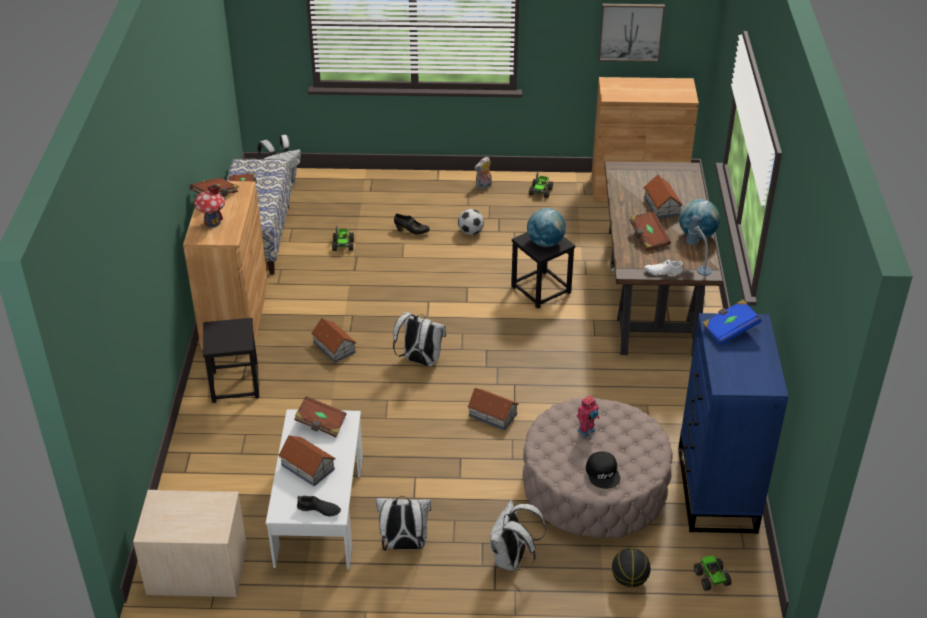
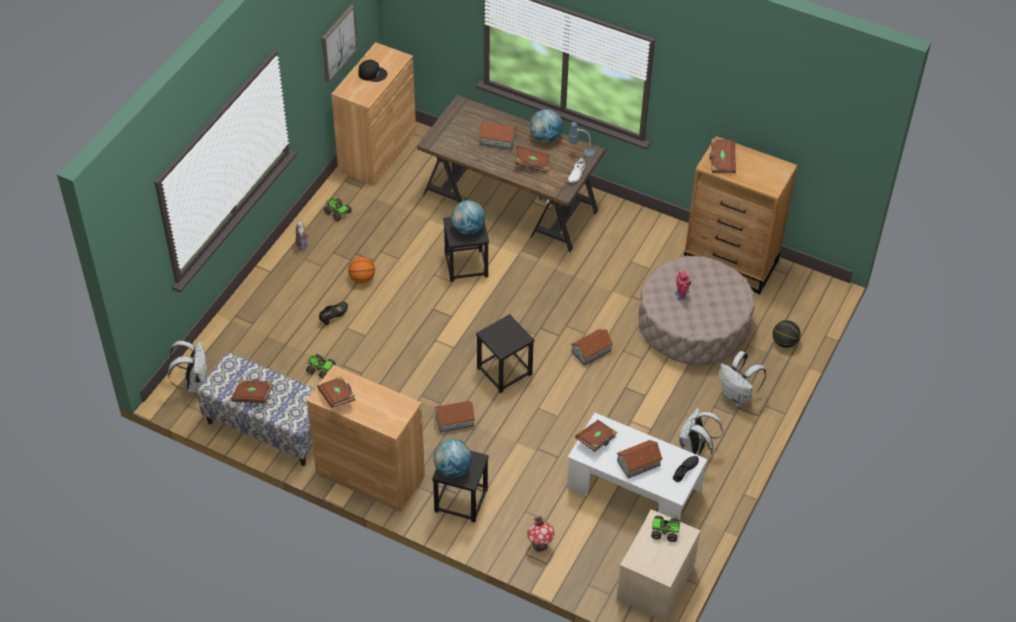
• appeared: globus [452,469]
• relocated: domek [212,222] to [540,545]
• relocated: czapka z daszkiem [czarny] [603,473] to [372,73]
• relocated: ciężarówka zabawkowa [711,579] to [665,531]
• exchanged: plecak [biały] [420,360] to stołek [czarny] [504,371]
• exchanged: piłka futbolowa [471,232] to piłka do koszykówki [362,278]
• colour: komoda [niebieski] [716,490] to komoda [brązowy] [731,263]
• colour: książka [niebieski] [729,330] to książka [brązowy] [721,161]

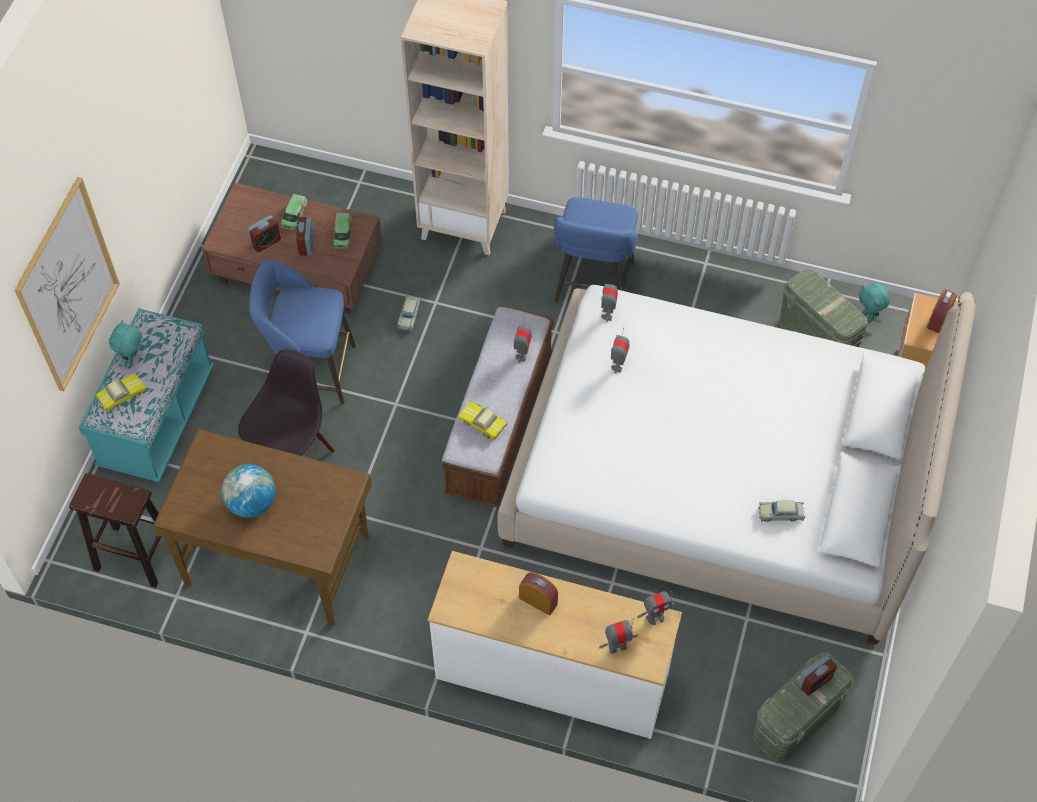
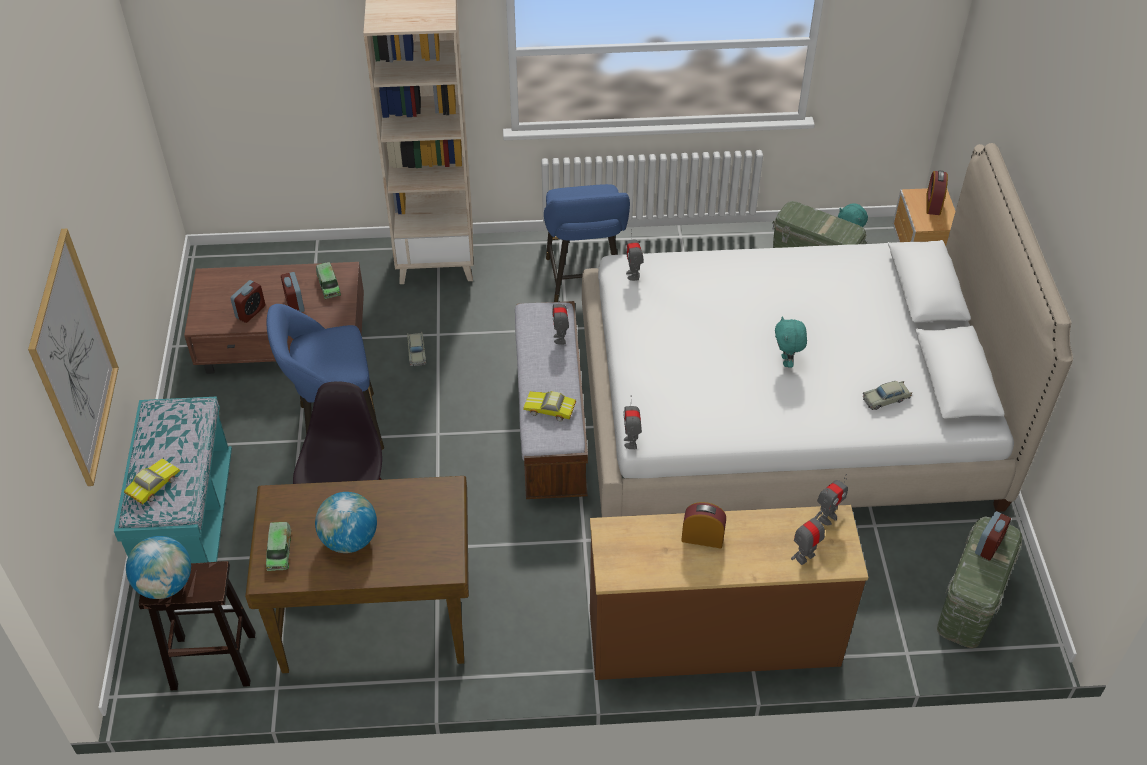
• appeared: globus [165,584]
• relocated: pluszak [turkusowy] [132,359] to [786,361]
• relocated: ciężarówka zabawkowa [294,216] to [279,551]
• relocated: robot zabawkowy [618,365] to [631,442]
• colour: komoda [biały] [552,677] to komoda [brązowy] [713,639]

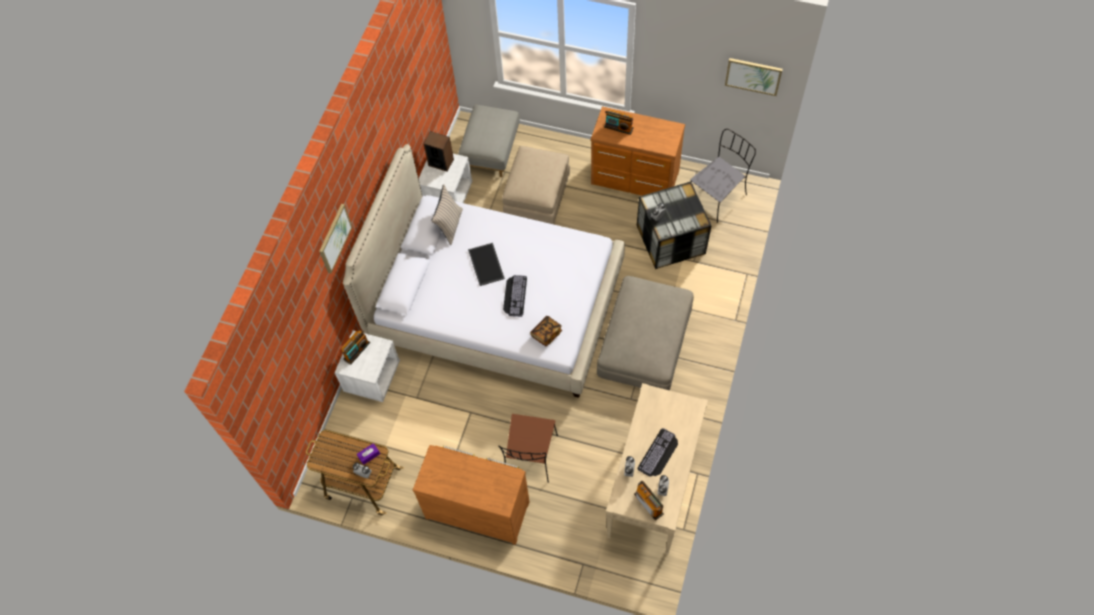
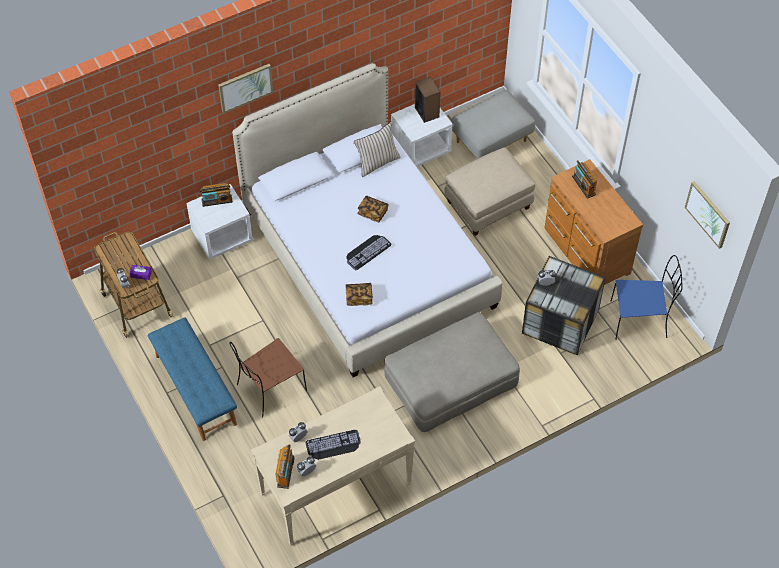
• exchanged: komoda [brązowy] [477,507] to ławka [niebieski] [195,390]
• exchanged: taca [487,264] to książka [372,212]
• colour: krzesło [szary] [717,196] to krzesło [niebieski] [640,319]

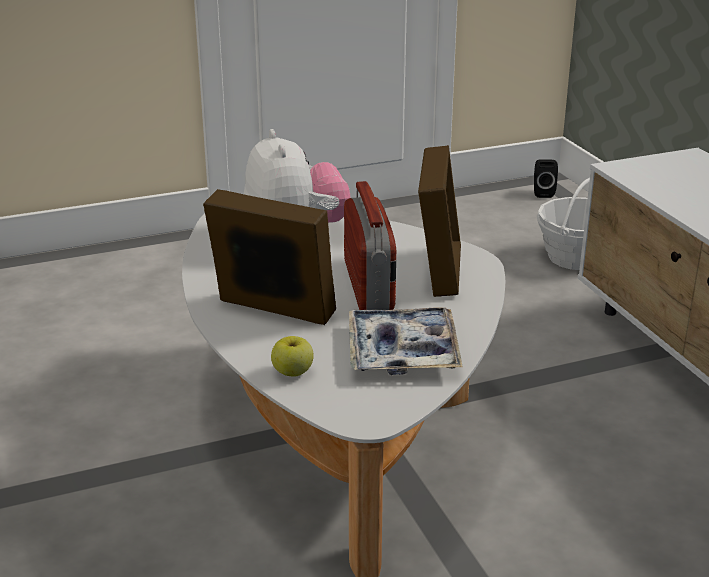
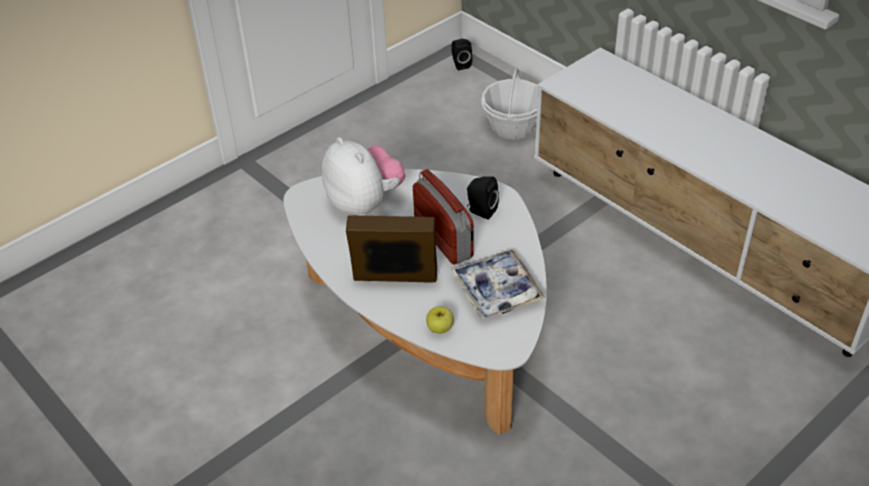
• exchanged: ramka na zdjęcie [439,271] to głośnik [czarny] [480,211]

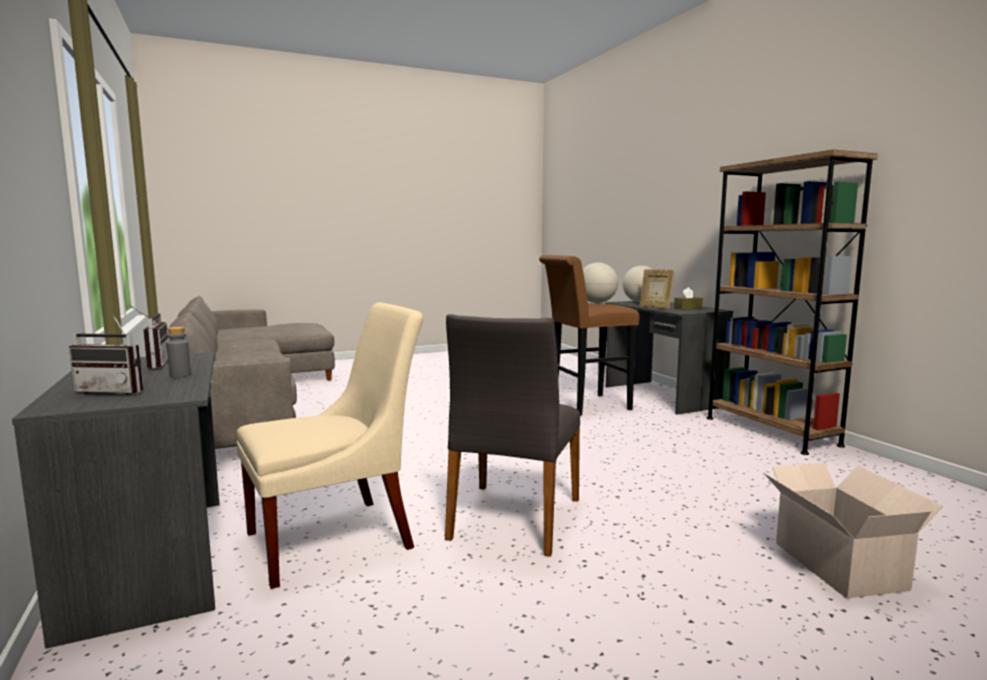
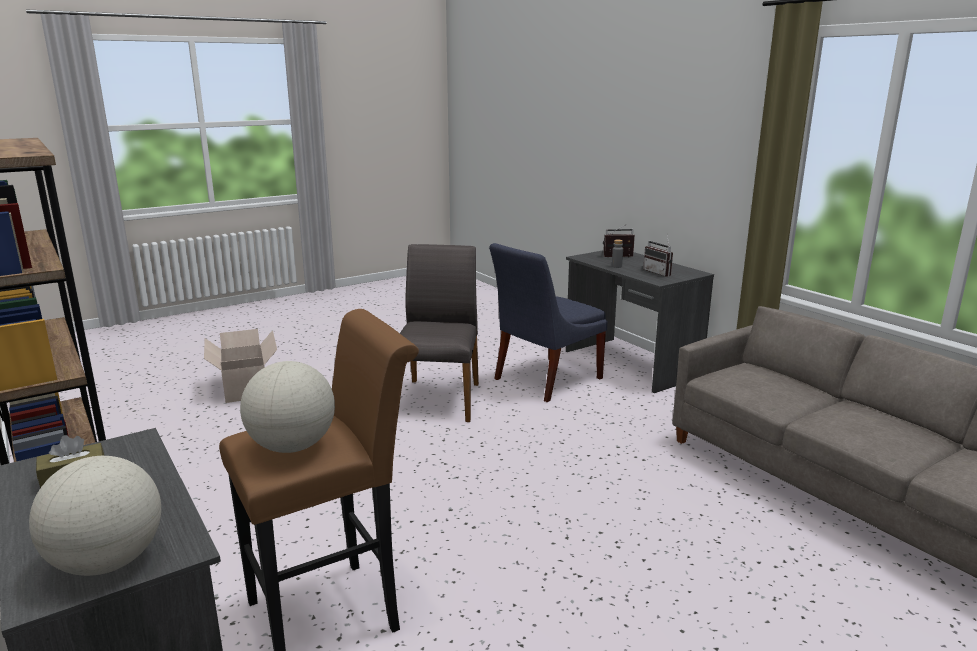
• missing: ramka na zdjęcie [655,308]
• colour: krzesło [beżowy] [337,538] to krzesło [niebieski] [544,380]

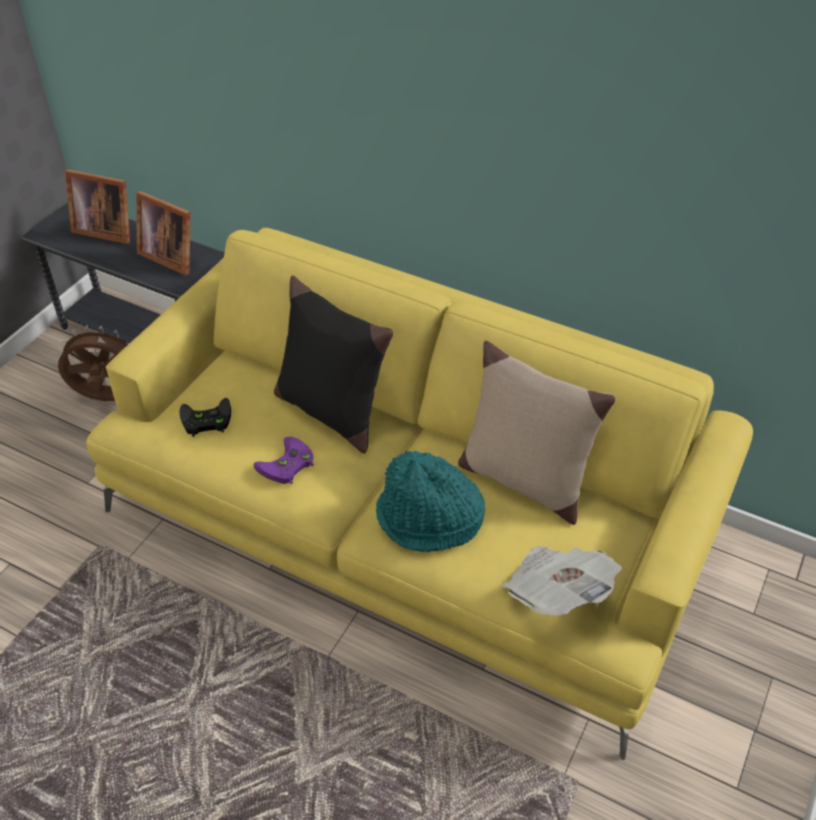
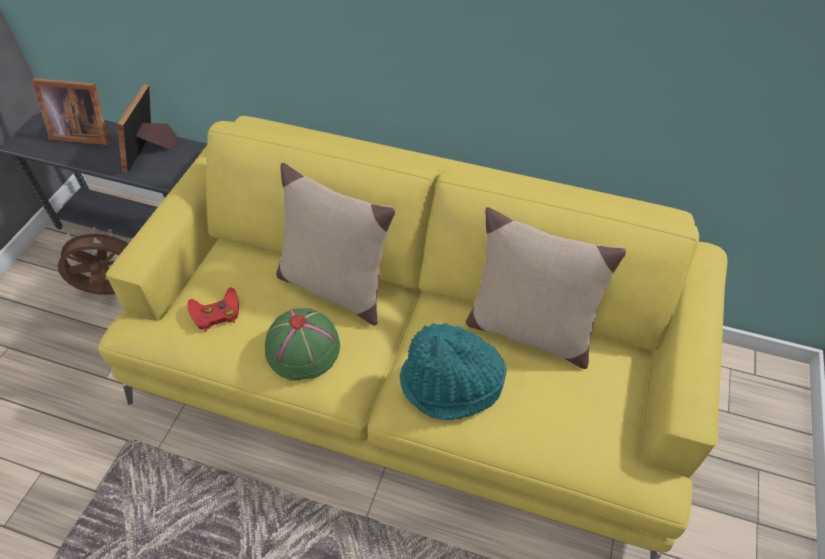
• missing: gazeta [556,593]
• exchanged: pad do gier [fioletowy] [286,466] to kapelusz [zielony] [303,349]
• colour: pad do gier [czarny] [205,421] to pad do gier [czerwony] [214,313]
• colour: poduszka [czarny] [330,411] to poduszka [beżowy] [334,286]
• spun: ramka na zdjęcie [170,256] = [151,152] 75 degrees clockwise

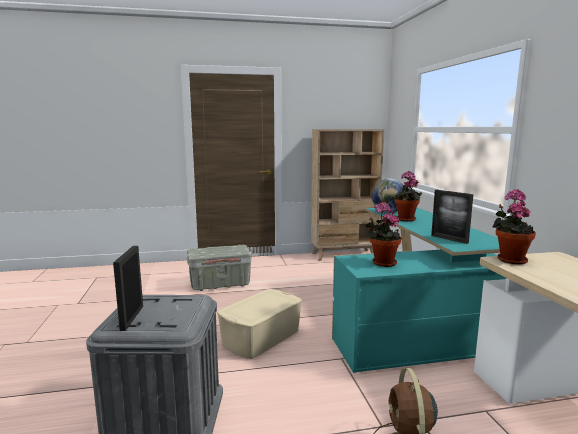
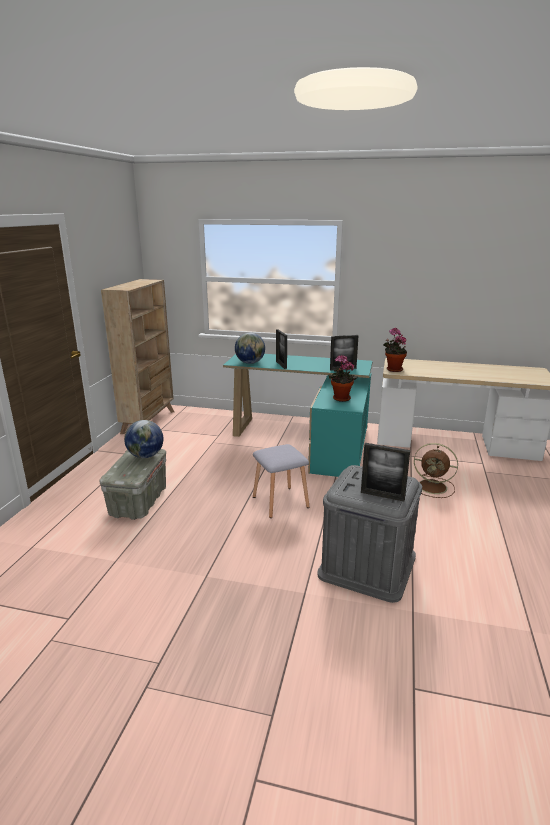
• appeared: globus [145,456]
• exchanged: pojemnik do przechowywania [beżowy] [260,337] to stołek [szary] [279,502]
• exchanged: roślina doniczkowa [406,220] to ramka na zdjęcie [281,365]

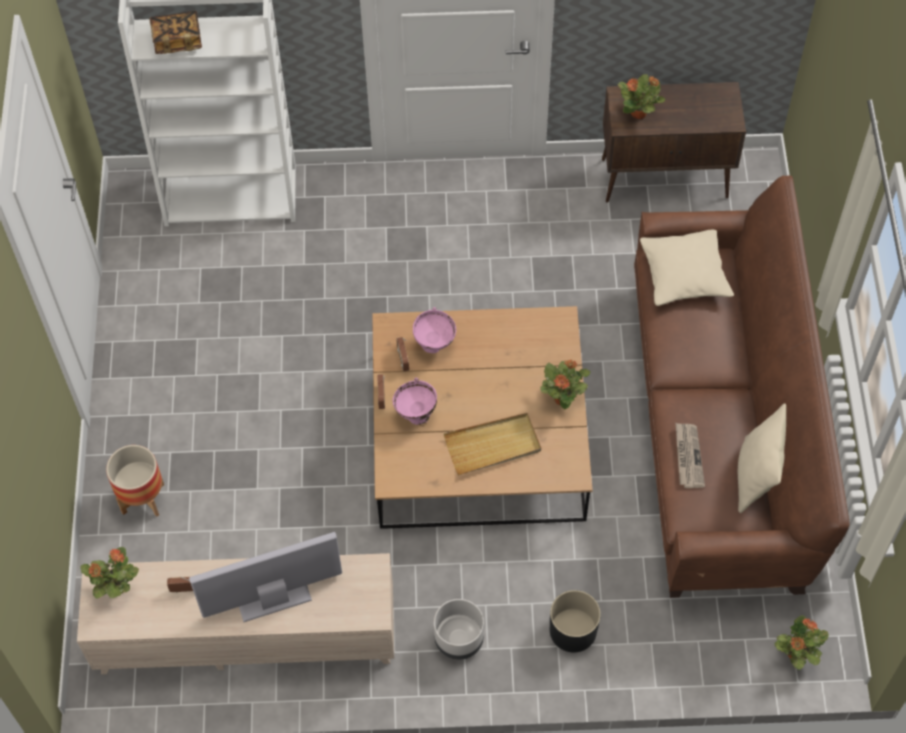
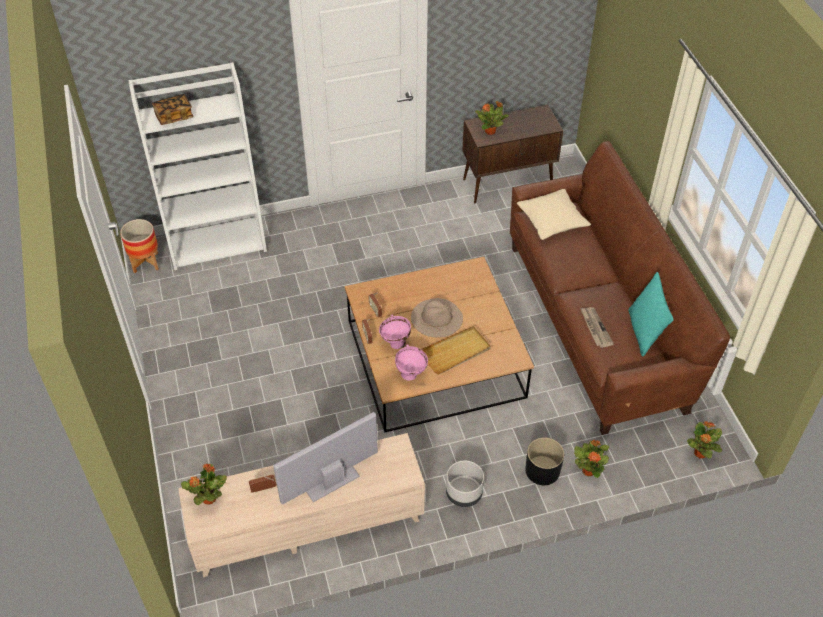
• appeared: kapelusz [beżowy] [436,317]
• relocated: donica [143,499] to [146,263]
• relocated: miska [różowy] [434,345] to [411,374]
• relocated: roślina doniczkowa [562,398] to [588,470]
• colour: poduszka [beżowy] [755,477] to poduszka [turkusowy] [644,332]

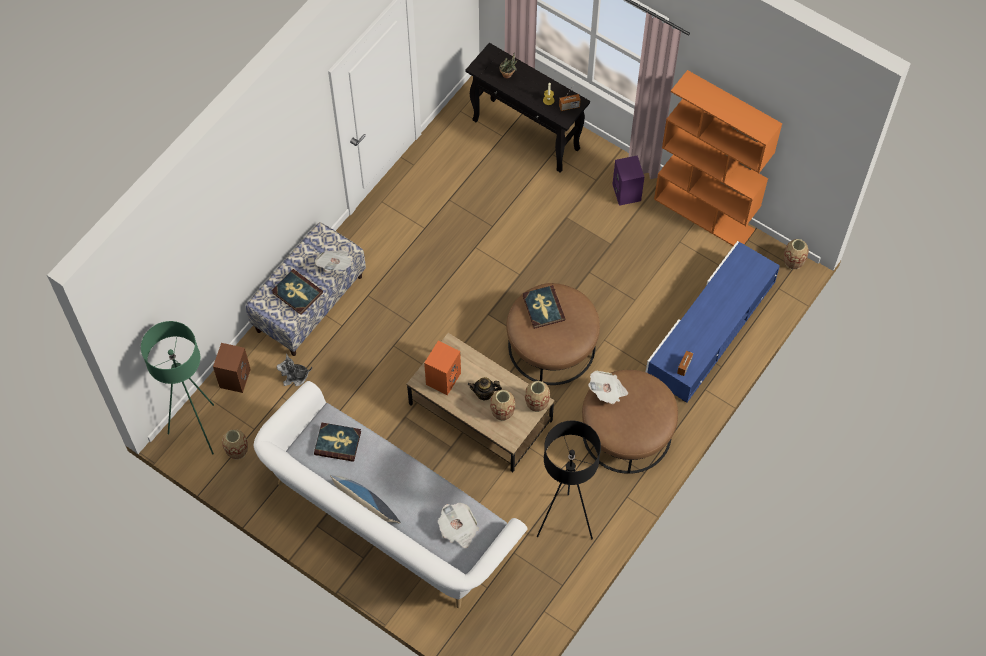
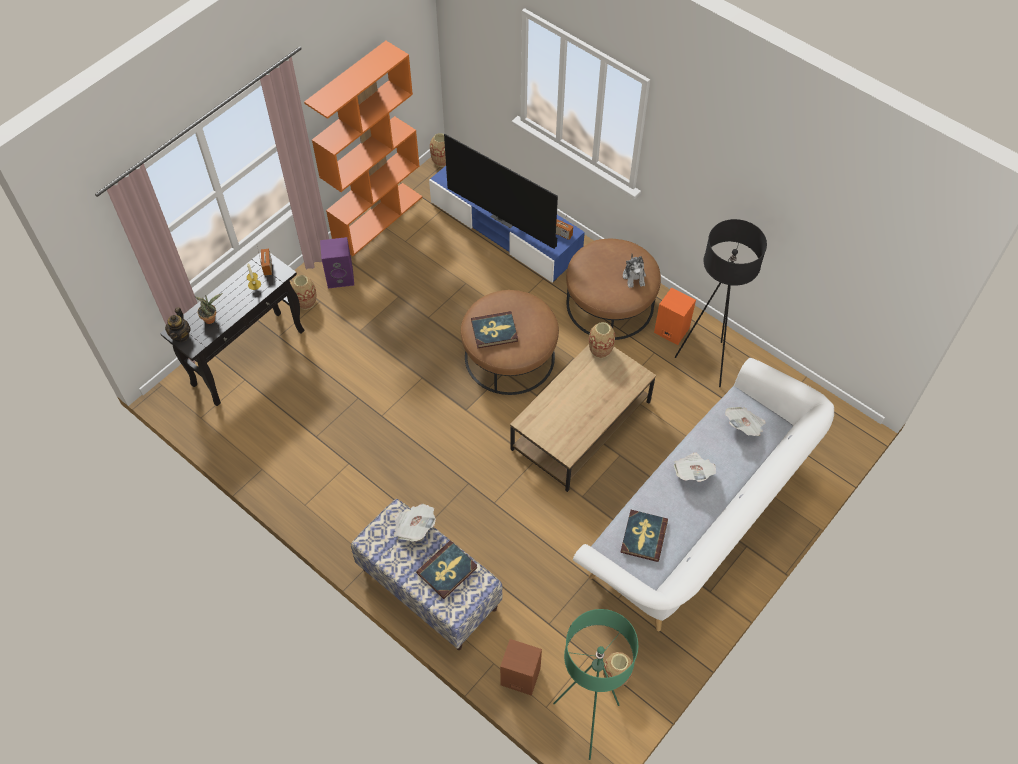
• missing: poduszka [366,506]
• appeared: telewizor [505,217]
• relocated: pluszak [295,376] to [634,277]
• relocated: głośnik [pomarańczowy] [443,378] to [670,330]
• relocated: imbryk [484,393] to [181,335]
• relocated: wazon [502,412] to [306,302]
• relocated: gazeta [607,392] to [693,472]

